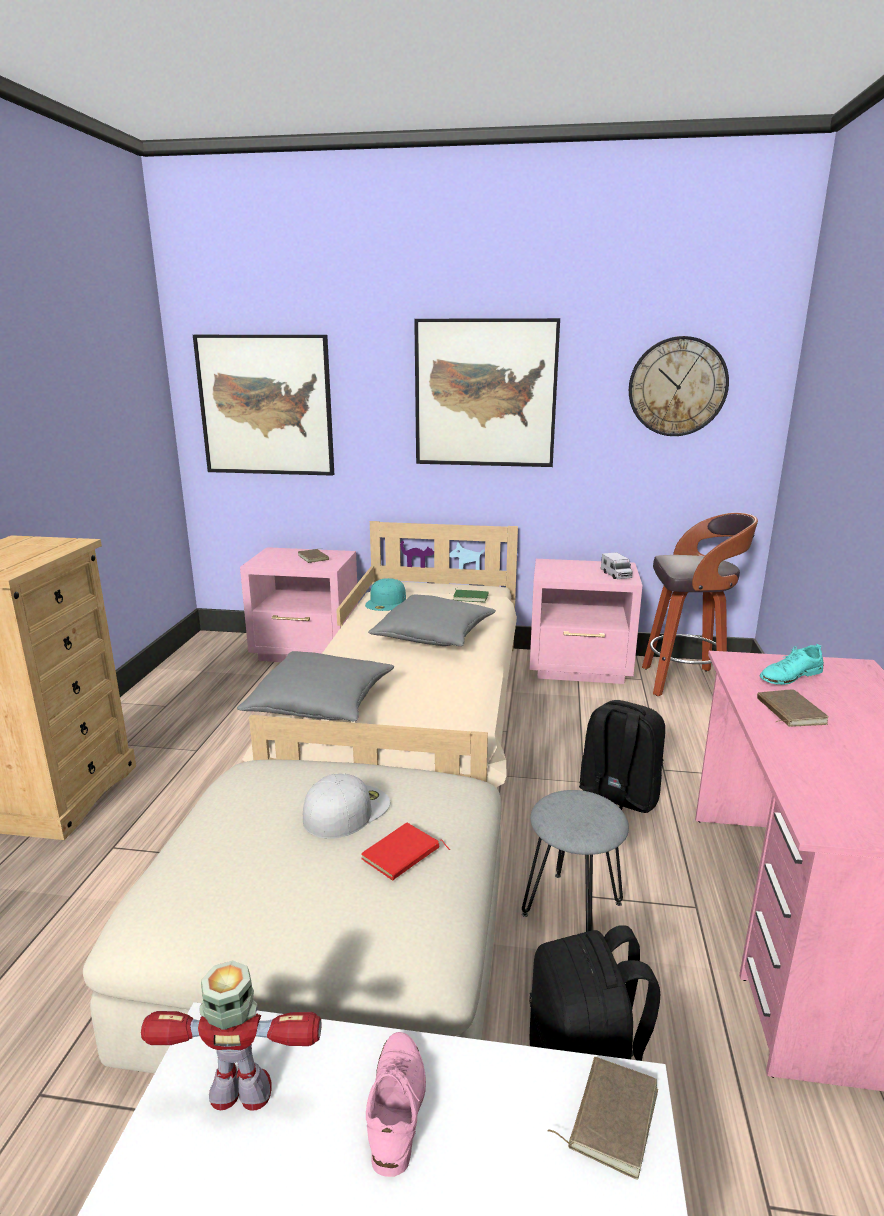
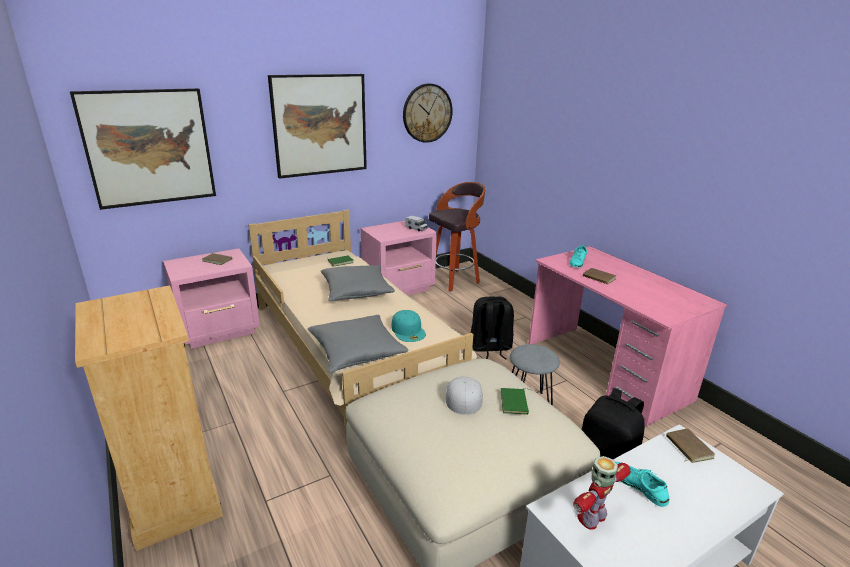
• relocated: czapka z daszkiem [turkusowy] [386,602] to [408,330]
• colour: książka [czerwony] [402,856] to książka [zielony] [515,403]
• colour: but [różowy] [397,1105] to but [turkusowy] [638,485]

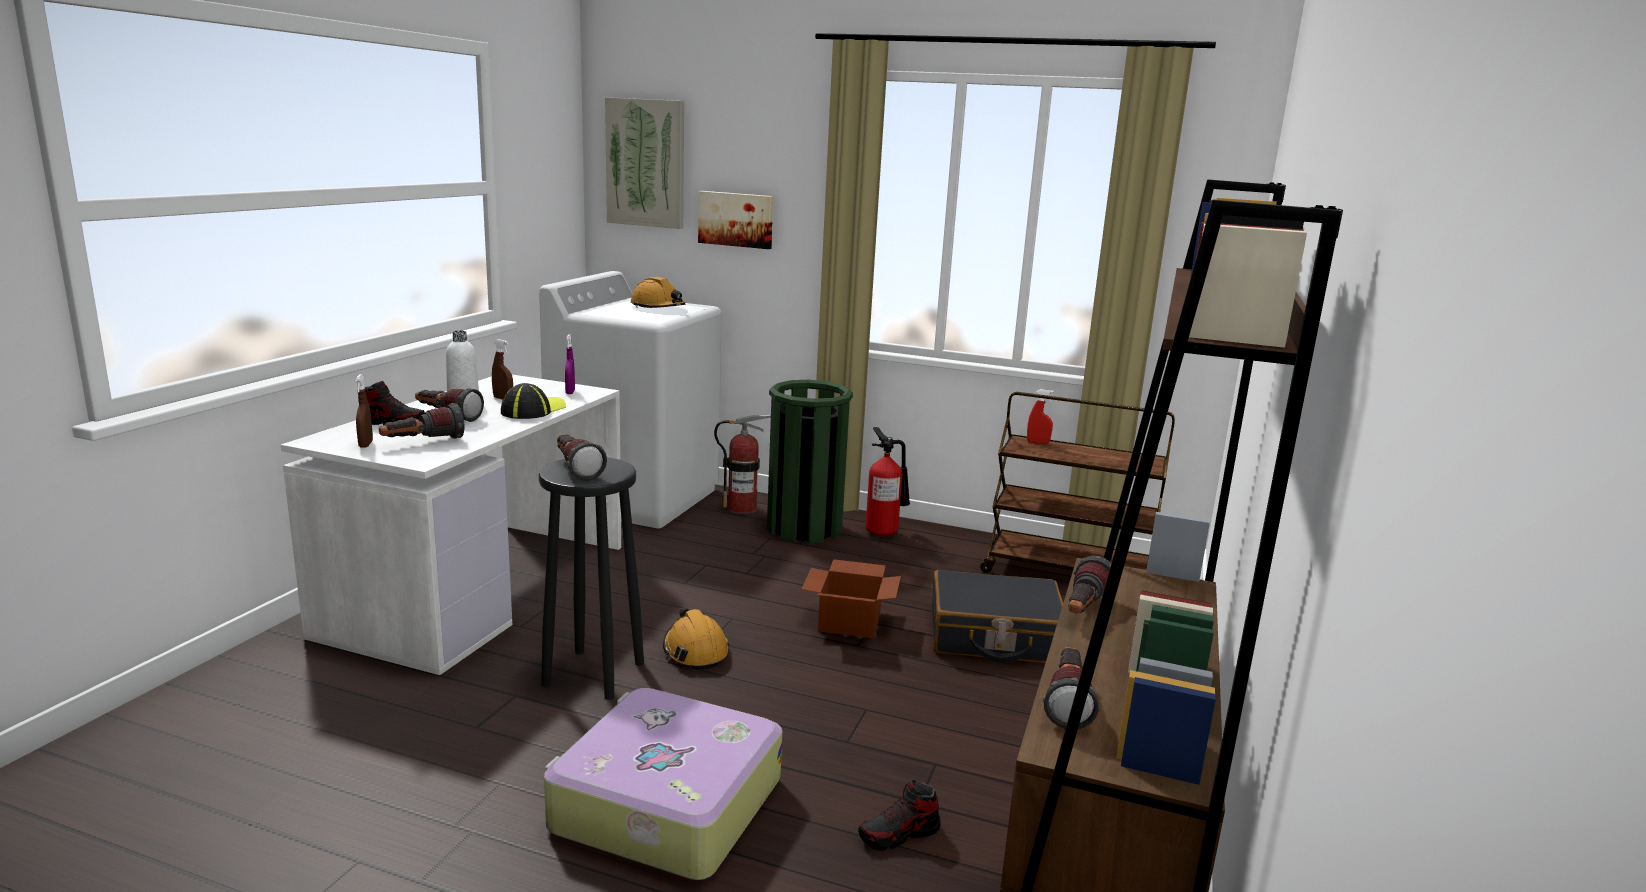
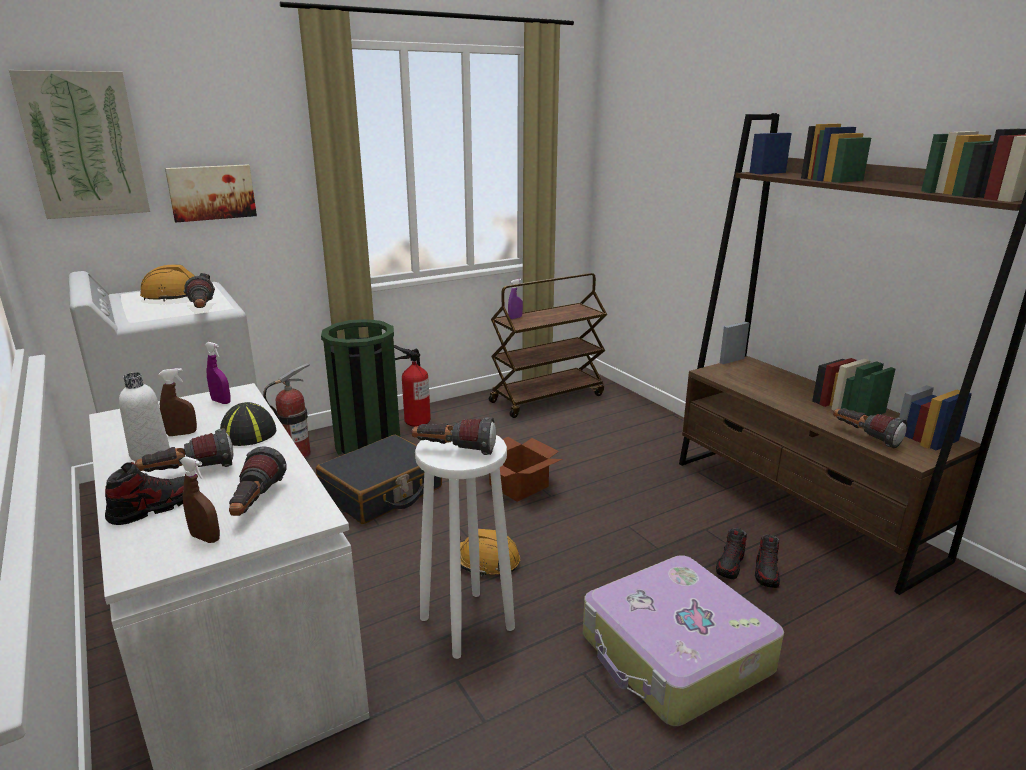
• appeared: but [730,565]
• relocated: walizka [czarny] [994,637] to [382,492]
• relocated: latarka [1083,610] to [202,310]
• colour: stołek [czarny] [593,675] to stołek [biały] [467,624]
• colour: spryskiwacz [czerwony] [1038,443] to spryskiwacz [fioletowy] [515,318]

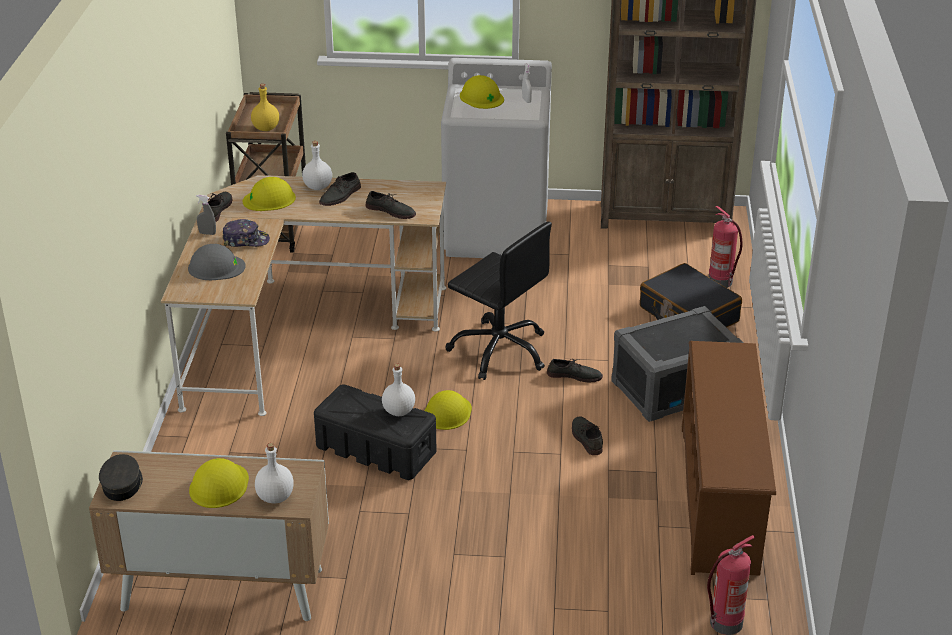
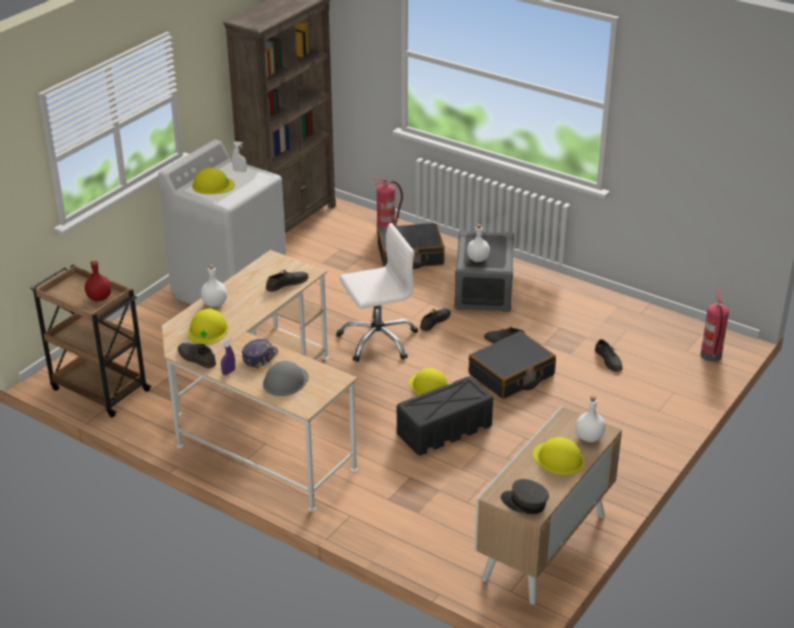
• missing: regał na buty [brązowy] [720,498]
• appeared: walizka [czarny] [511,375]
• relocated: but [szary] [340,196] to [609,360]
• relocated: butelka [biały] [398,411] to [477,259]
• colour: spryskiwacz [szary] [207,233] to spryskiwacz [fioletowy] [228,372]
• colour: butelka [żółty] [266,128] to butelka [czerwony] [99,298]
• colour: krzesło biurowe [czarny] [500,350] to krzesło biurowe [biały] [378,340]

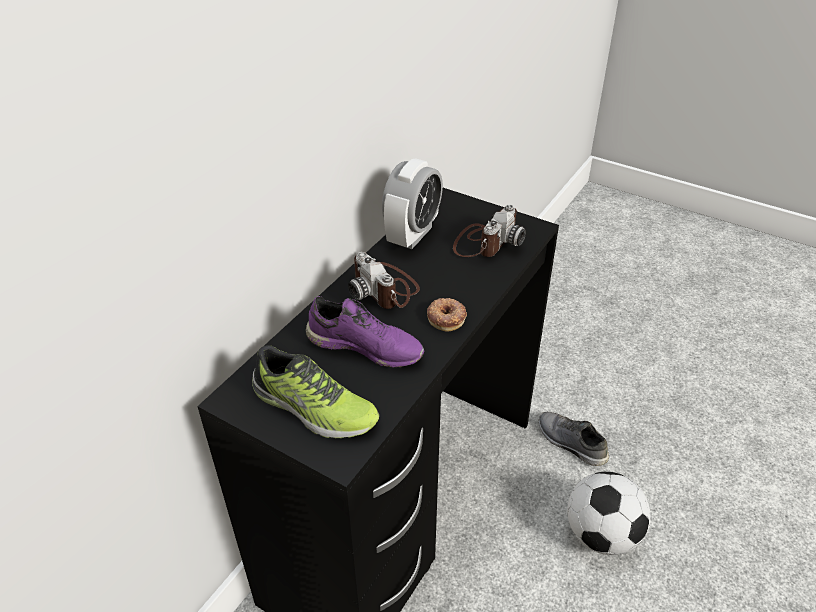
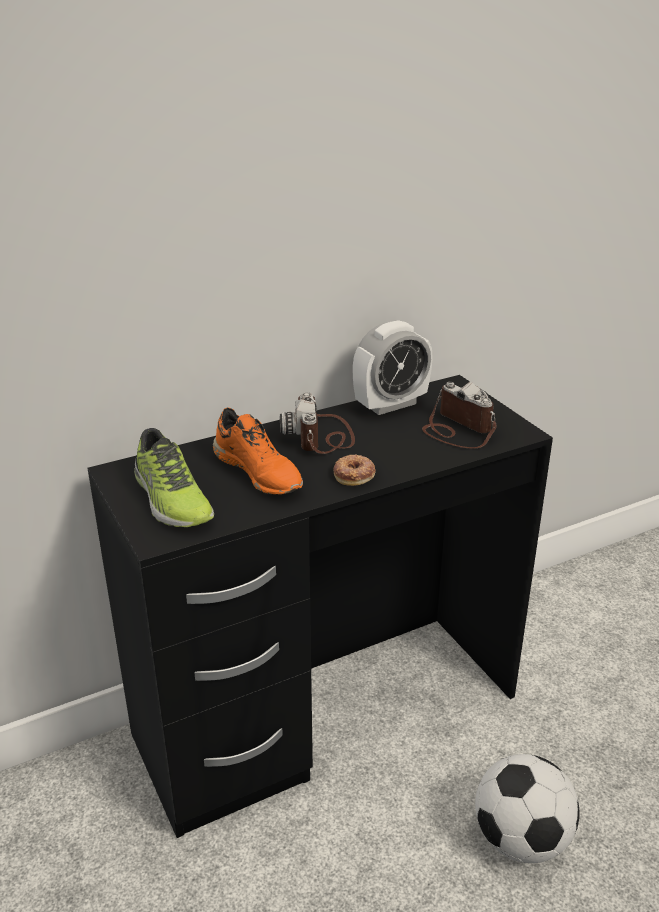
• missing: but [szary] [570,443]
• colour: but [fioletowy] [366,346] to but [pomarańczowy] [259,472]
• spun: aparat fotograficzny [485,242] = [457,429] 105 degrees counterclockwise

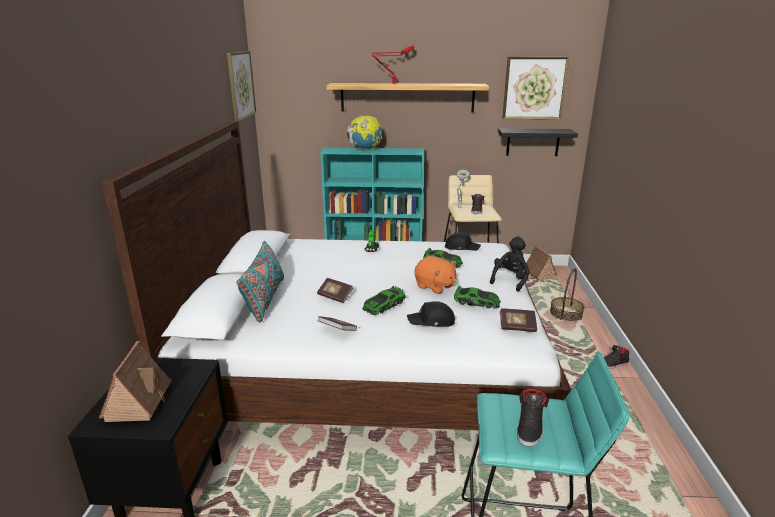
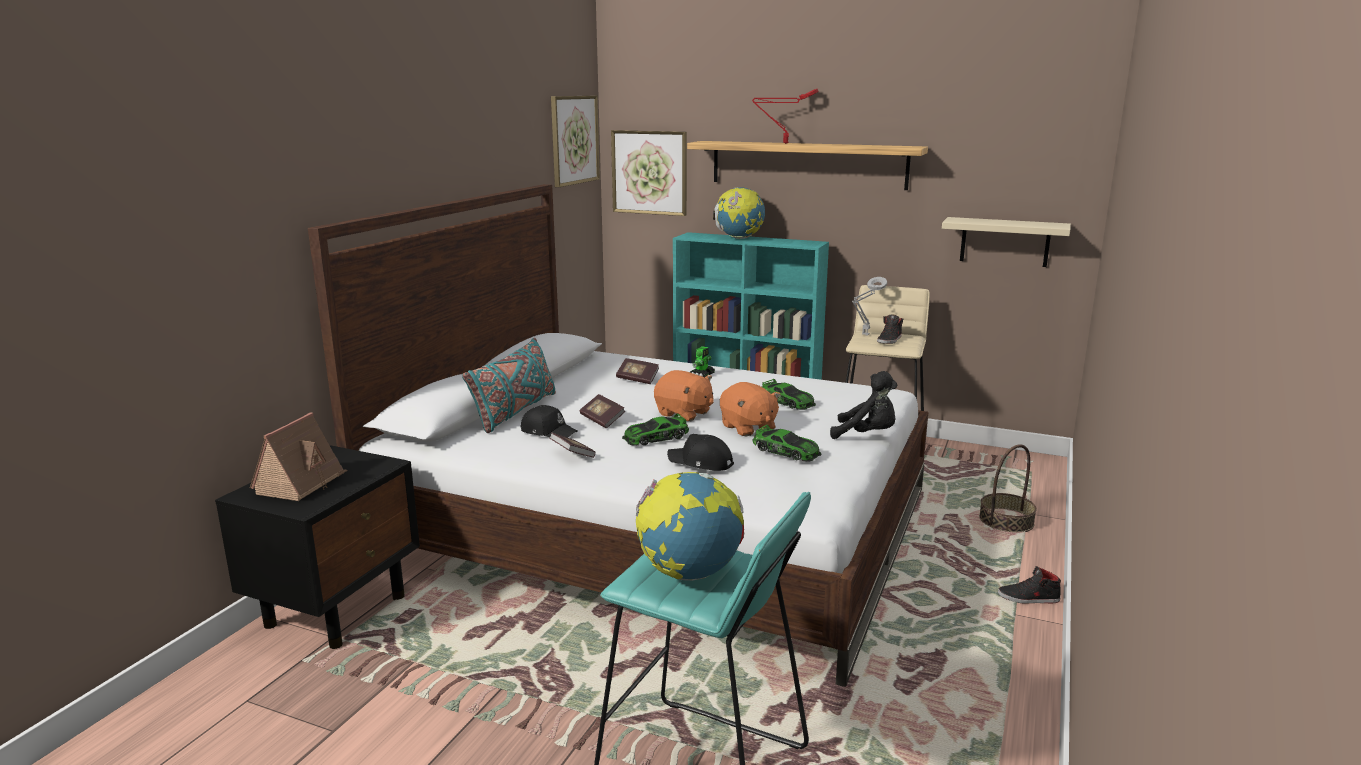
• missing: domek [538,274]
• appeared: pluszak [pomarańczowy] [684,413]
• relocated: czapka z daszkiem [czarny] [461,247] to [548,431]
• relocated: książka [517,327] to [637,379]
• relocated: obraz [534,88] to [649,172]
• exchanged: but [czarny] [530,426] to globus [689,573]
• colour: półka [czarny] [533,142] to półka [beżowy] [1005,242]
• spun: pluszak [czarny] [510,280] = [866,435] 60 degrees clockwise

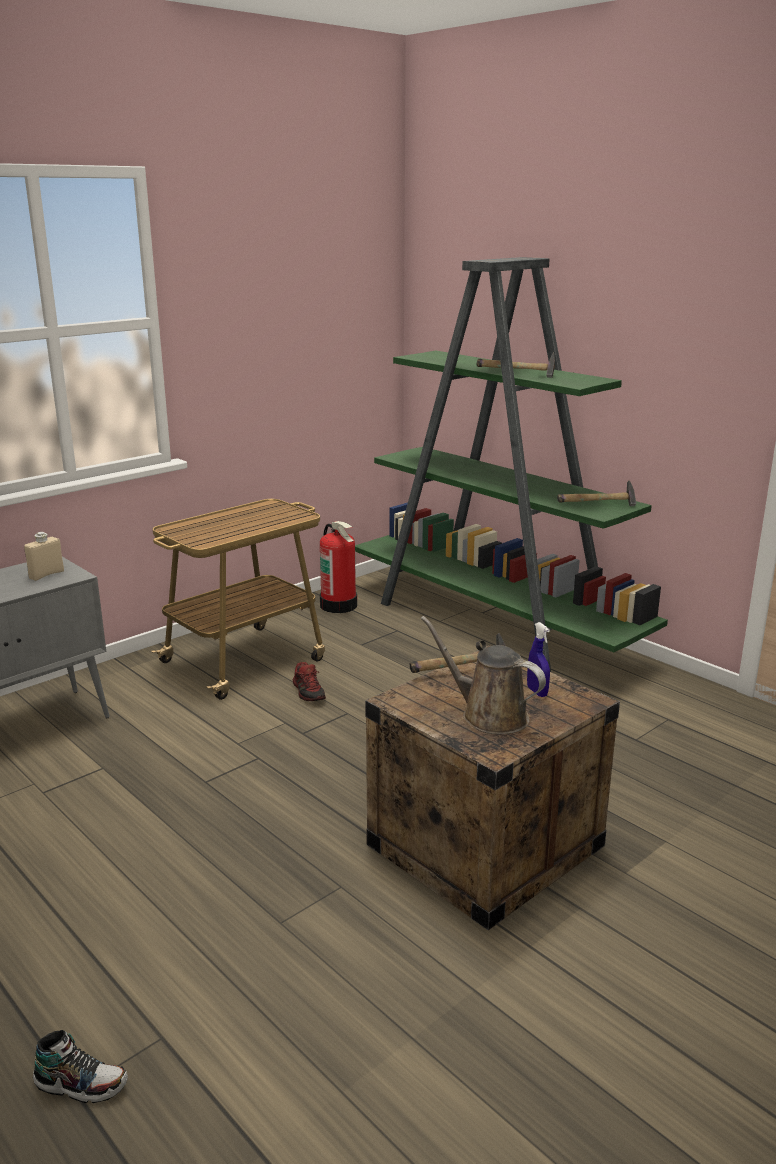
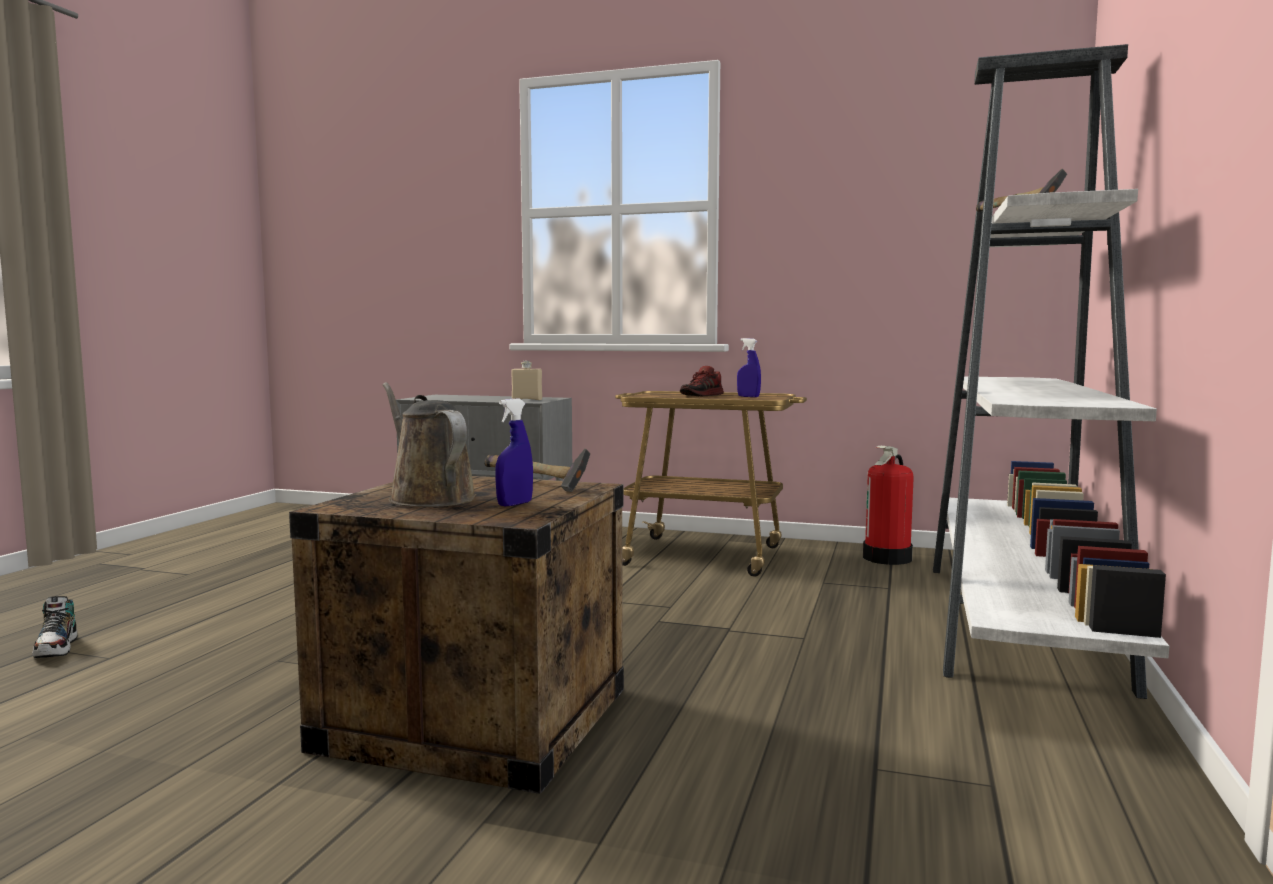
• missing: młotek [598,506]
• appeared: spryskiwacz [niebieski] [748,396]
• relocated: but [309,692] to [702,395]
• colour: regał [zielony] [494,624] to regał [biały] [1019,623]
• spun: konewka [brązowy] [489,715] = [428,498] 45 degrees counterclockwise

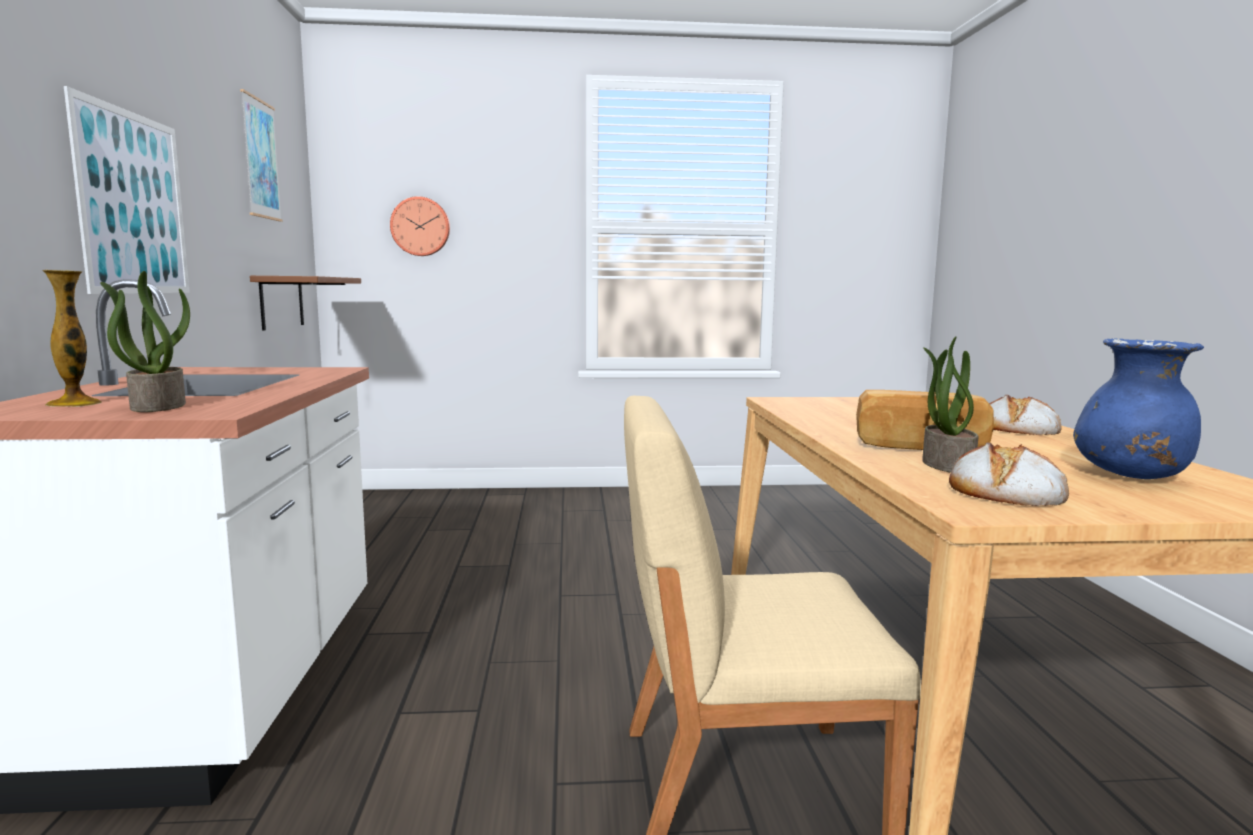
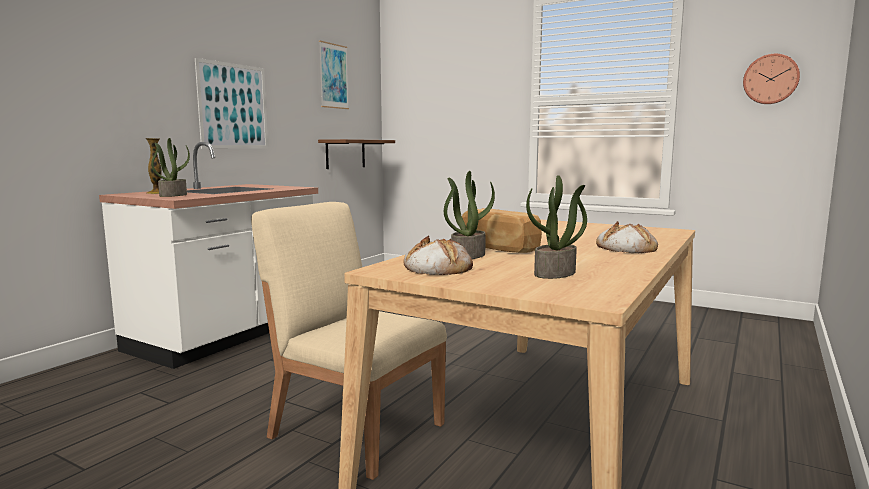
• relocated: zegar ścienny [420,226] to [770,79]
• exchanged: wazon [niebieski] [1131,476] to roślina doniczkowa [555,273]

